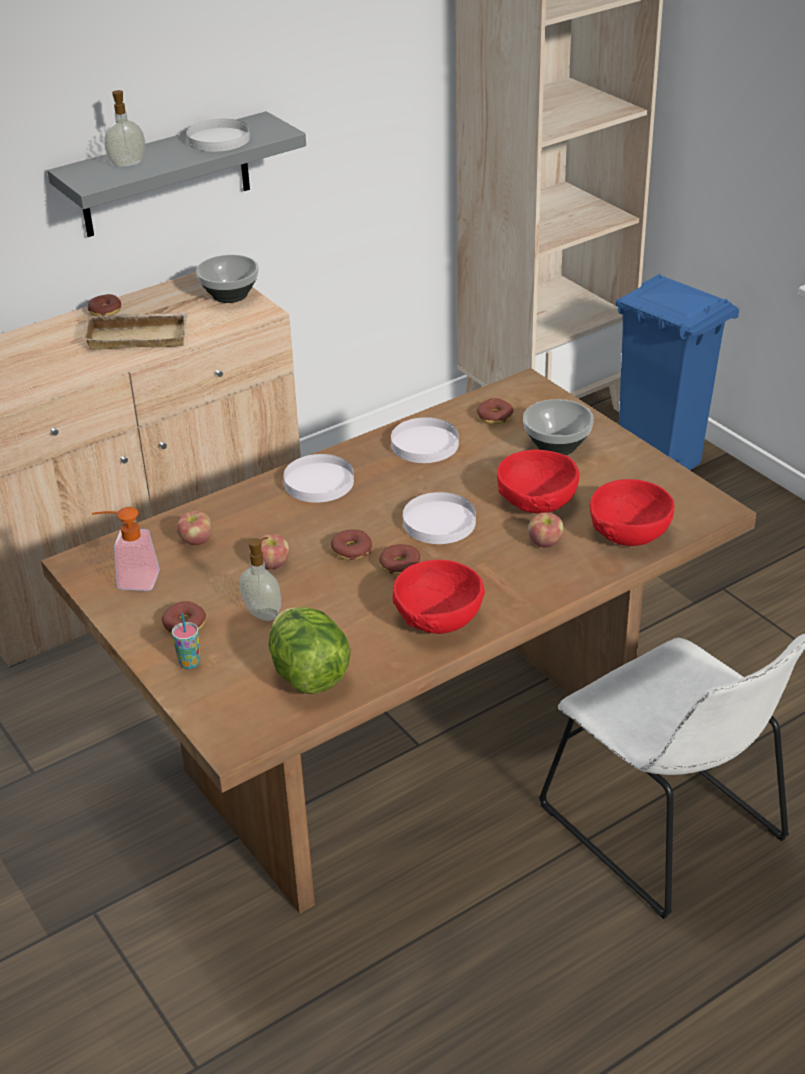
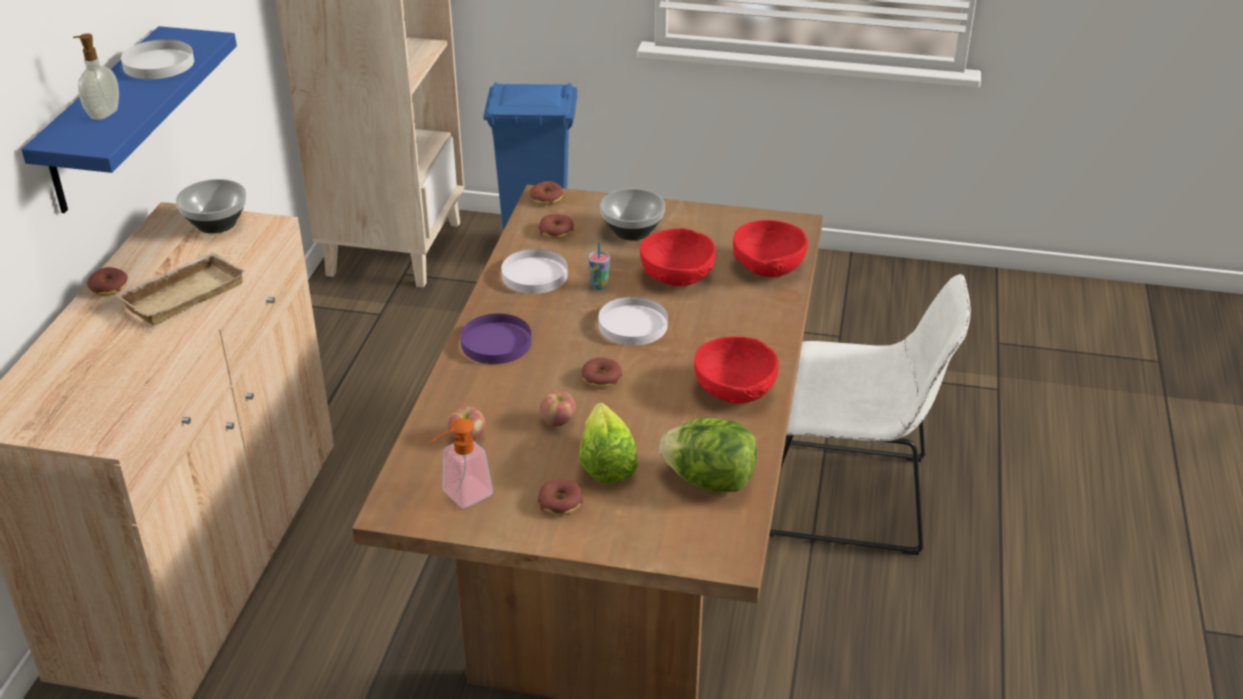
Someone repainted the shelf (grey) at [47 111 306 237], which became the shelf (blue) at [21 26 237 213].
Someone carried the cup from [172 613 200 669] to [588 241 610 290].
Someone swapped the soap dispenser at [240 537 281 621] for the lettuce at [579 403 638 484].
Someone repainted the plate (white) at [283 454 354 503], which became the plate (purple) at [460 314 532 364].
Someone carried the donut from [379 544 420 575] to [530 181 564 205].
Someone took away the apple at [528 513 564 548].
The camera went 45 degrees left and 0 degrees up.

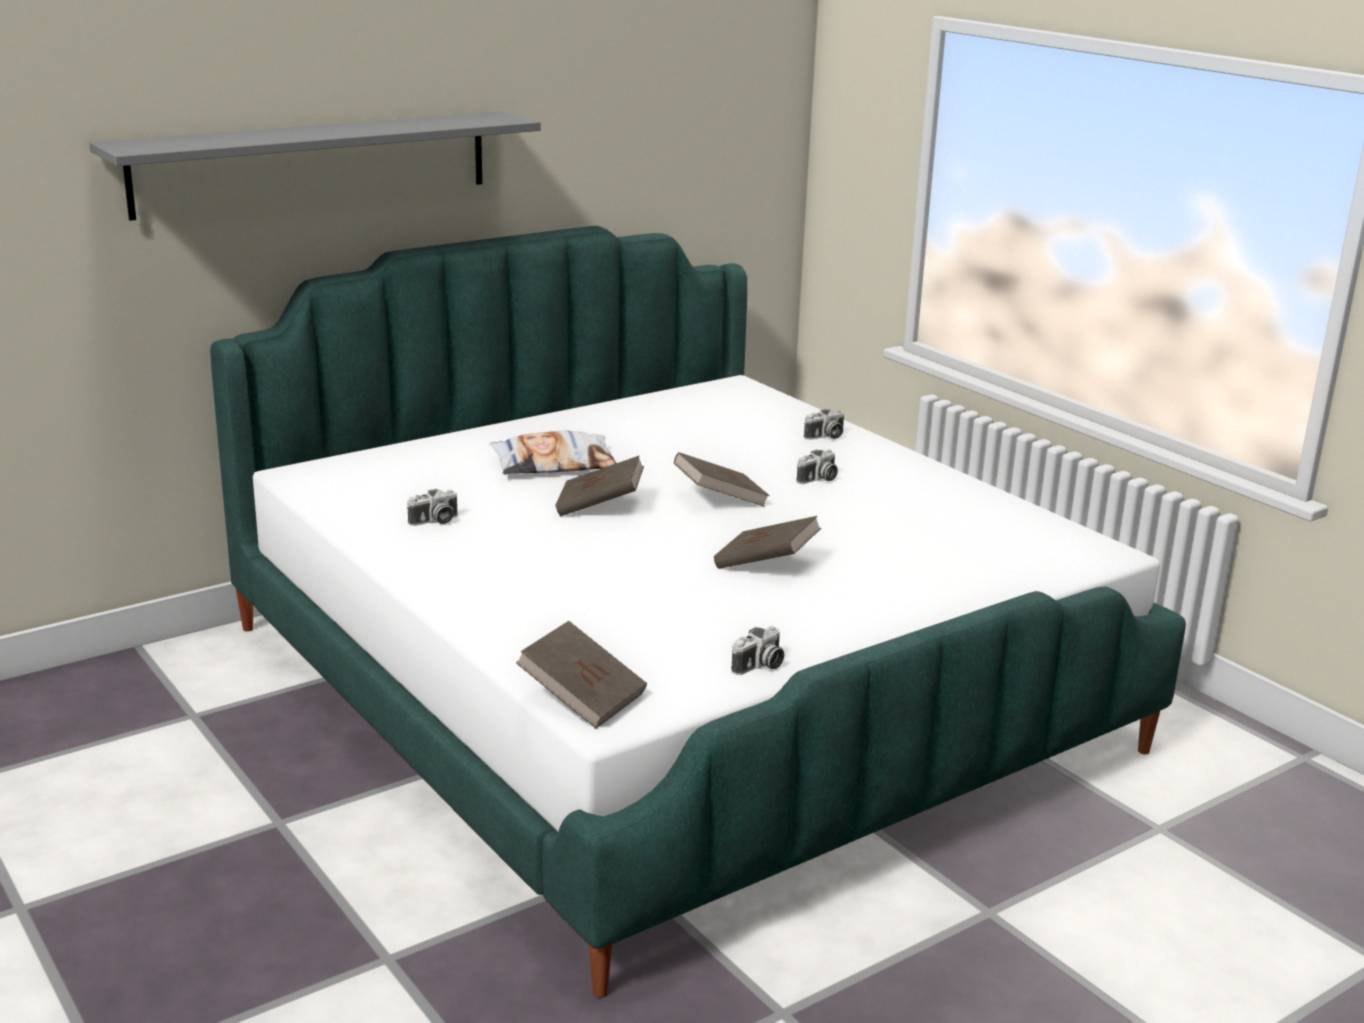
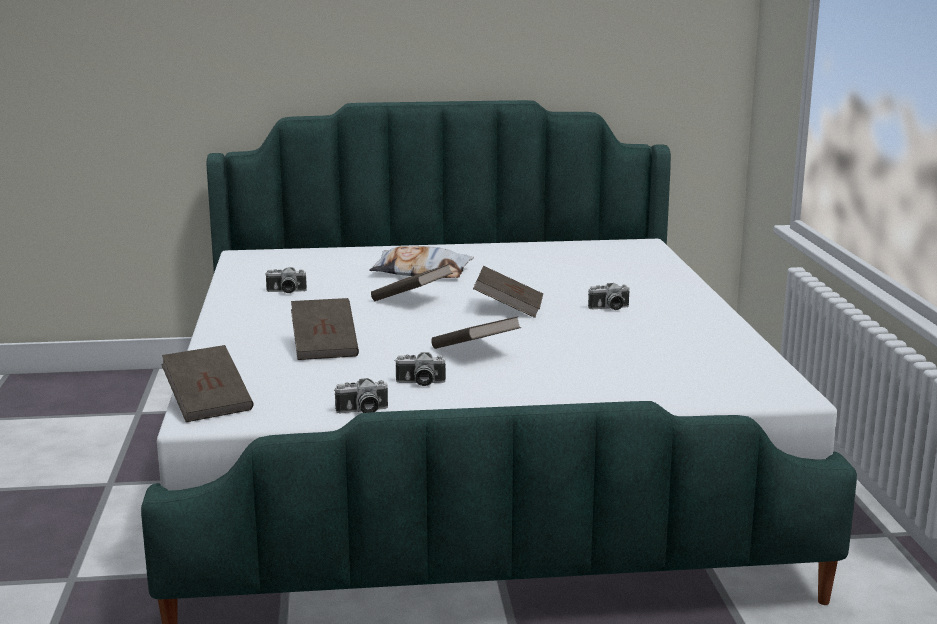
Someone took away the shelf (grey) at [89 111 541 221].
Someone carried the photo camera from [804 409 844 440] to [395 353 446 386].
Someone put down the book (brown) at [291 298 359 360].
The camera went 30 degrees right and 5 degrees down.

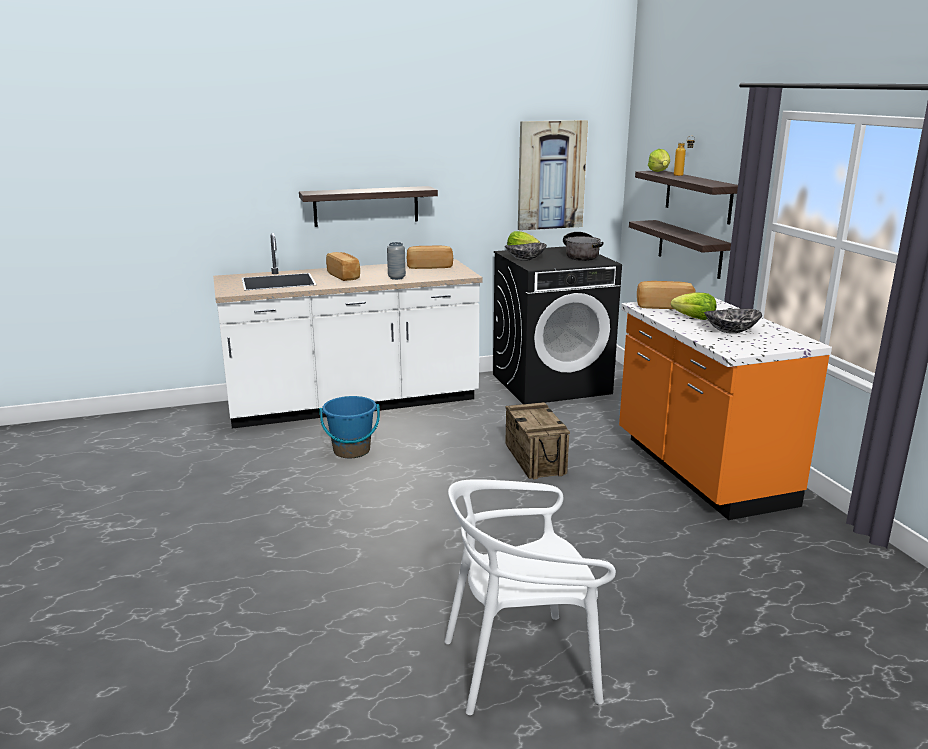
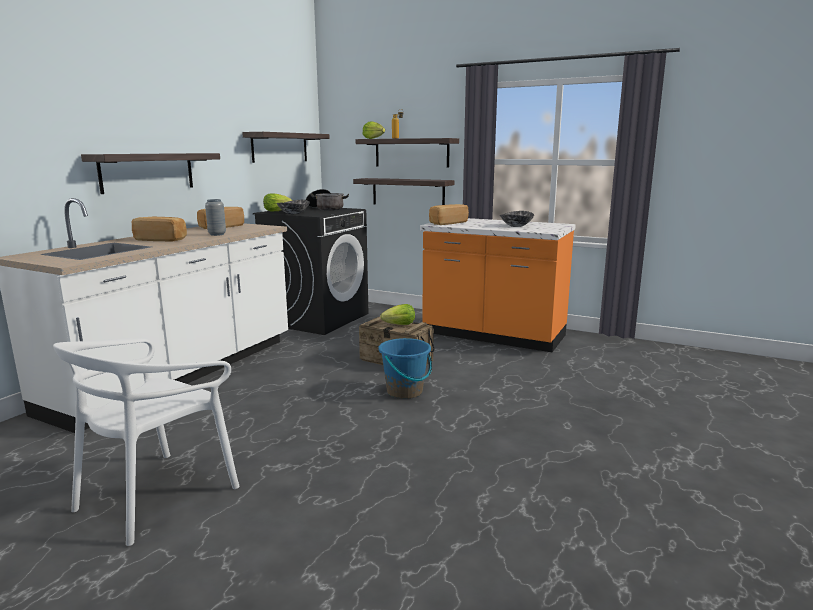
Someone carried the bucket (blue) from [320 396 380 458] to [378 338 432 399].
Someone carried the chair (white) from [444 479 616 715] to [53 338 240 546].
Someone swapped the picture at [518 120 588 231] for the shelf at [242 132 330 163].
Someone carried the lettuce from [671 292 717 320] to [380 304 415 325].
The camera went 45 degrees left and 5 degrees down.

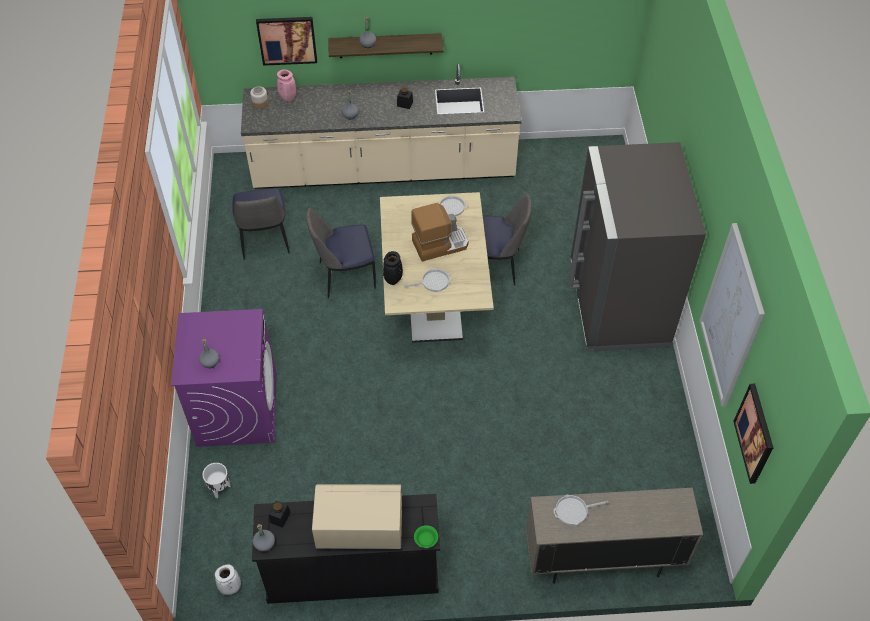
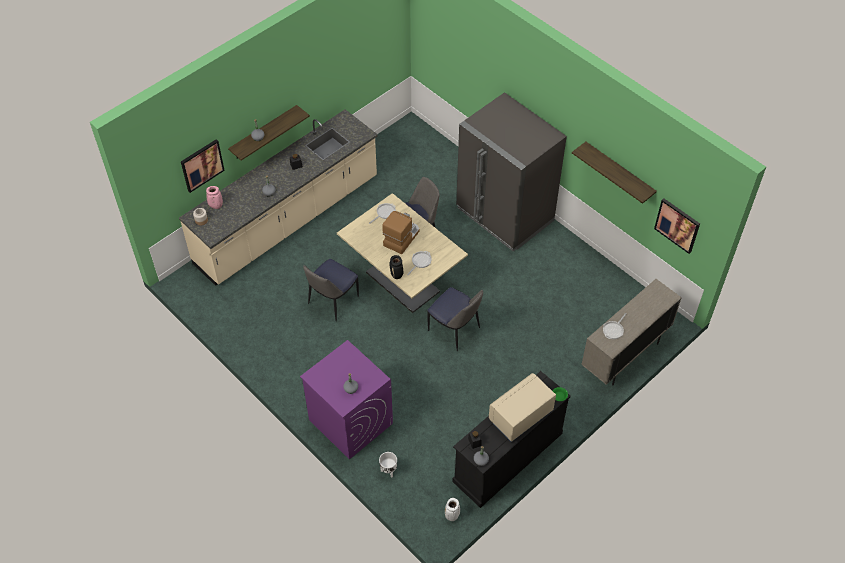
Someone carried the chair from [232 188 290 260] to [428 287 483 351].
Someone swapped the picture at [699 223 765 407] for the shelf at [572 142 657 204].
The camera went 40 degrees left and 0 degrees up.

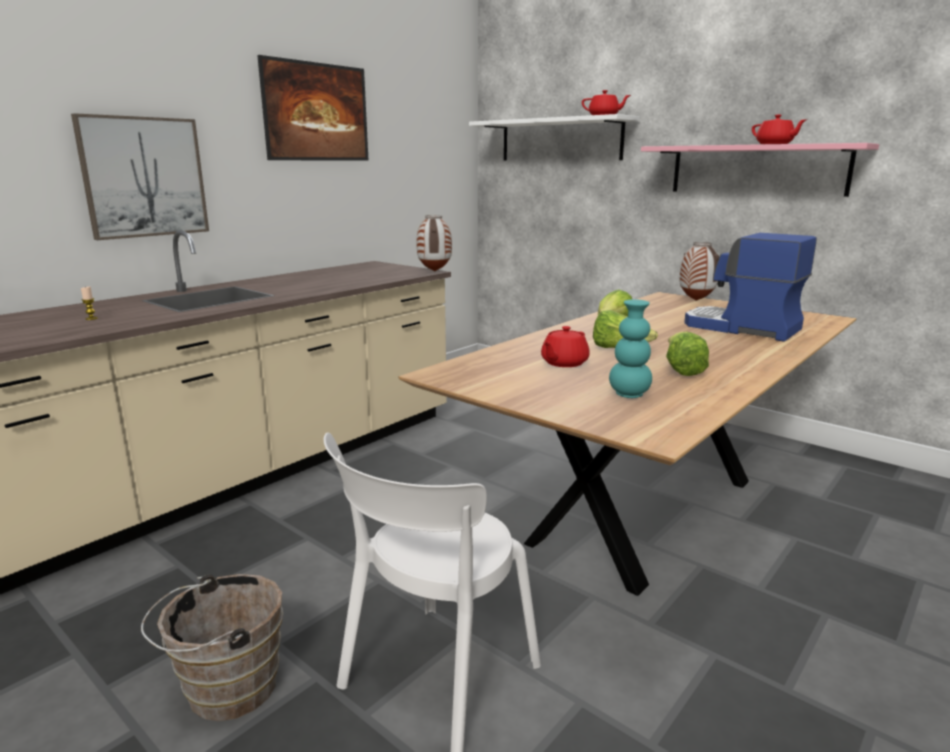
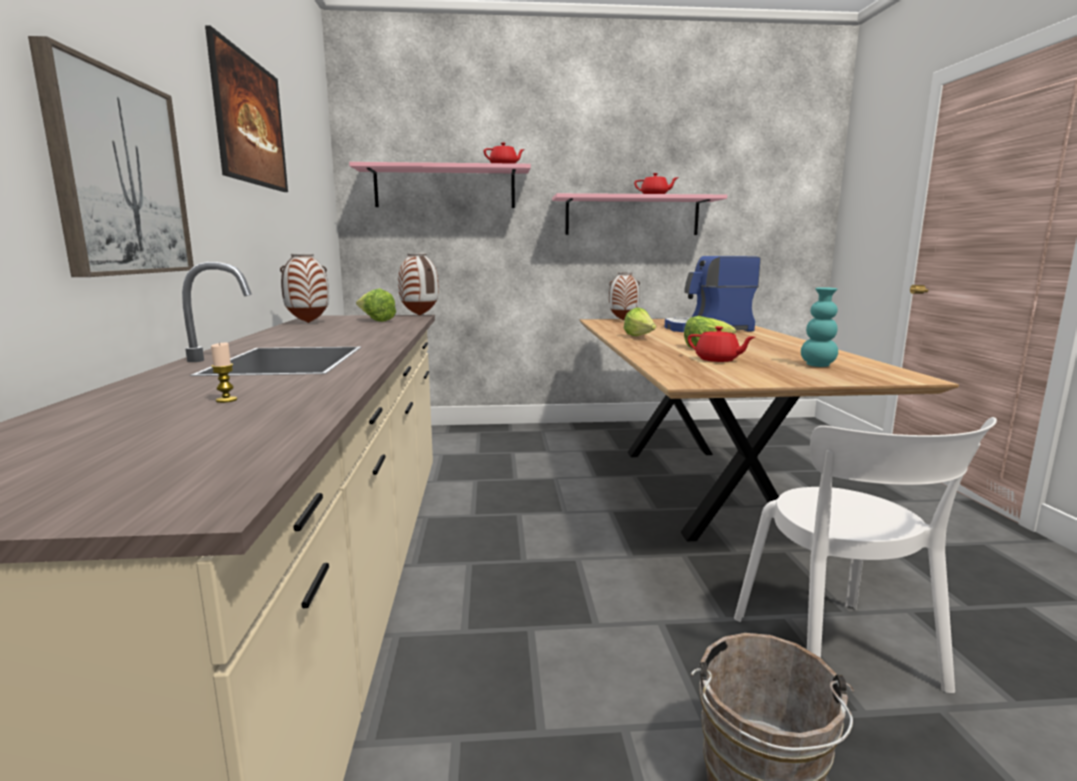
Someone repainted the shelf (white) at [469 114 640 161], which became the shelf (pink) at [349 162 531 208].
Someone rotated the teapot (red) at [541 326 590 367] by 45 degrees counterclockwise.
Someone carried the lettuce from [666 332 709 376] to [356 288 396 322].
Someone put down the vase at [280 254 329 323].
The camera went 45 degrees left and 5 degrees down.

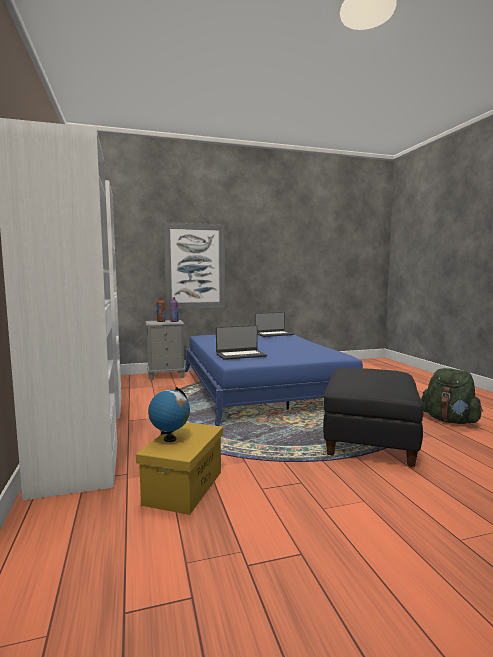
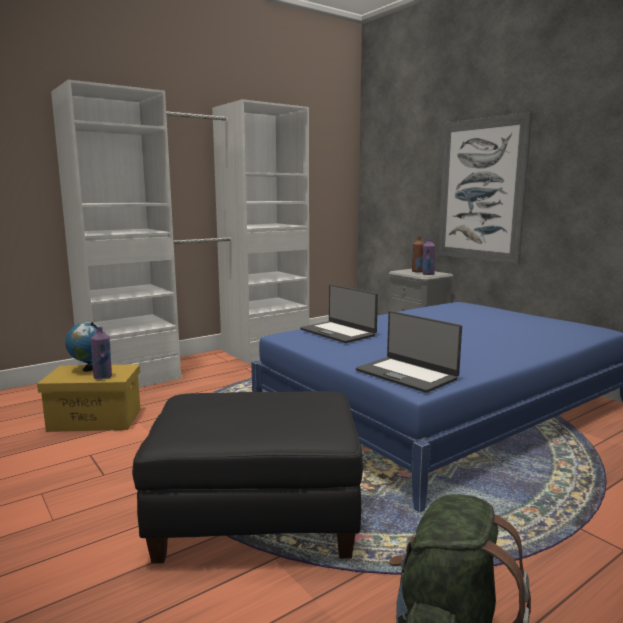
Someone carried the laptop from [255 312 294 337] to [356 311 462 393].
Someone put down the bottle (purple) at [91 327 112 379].
The camera went 70 degrees right and 5 degrees up.

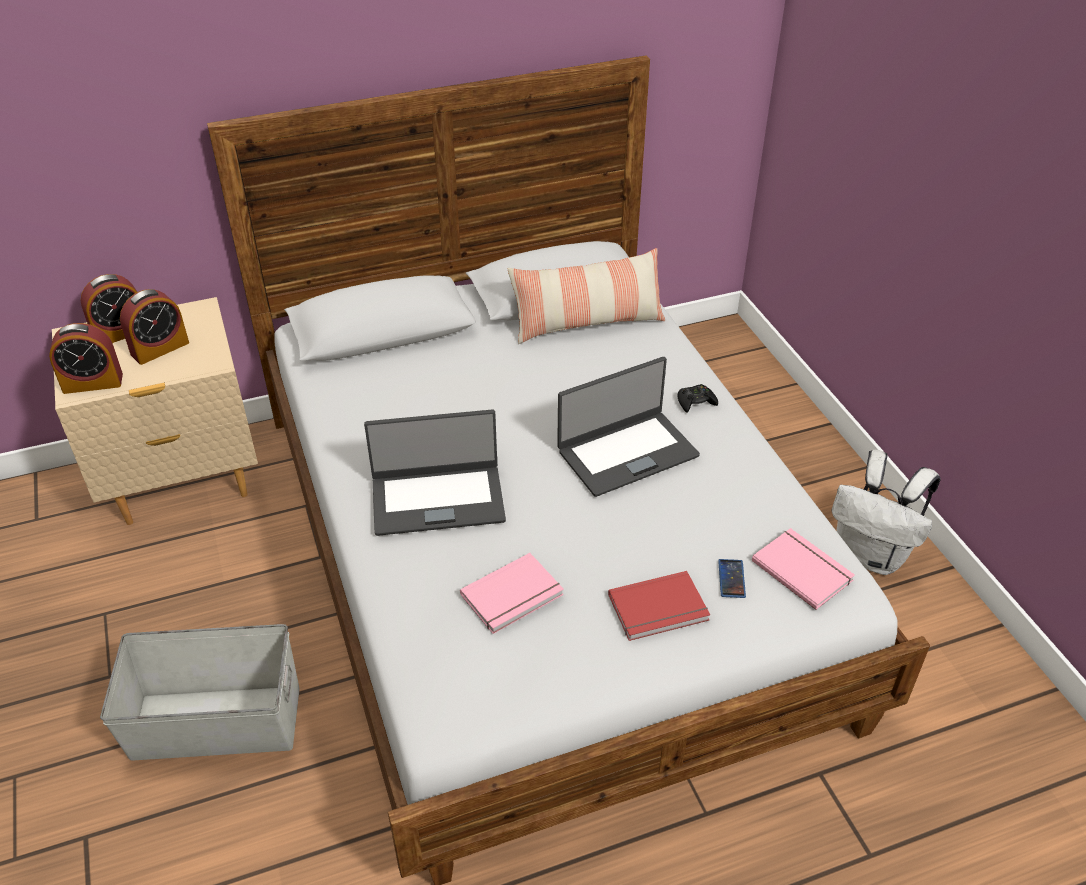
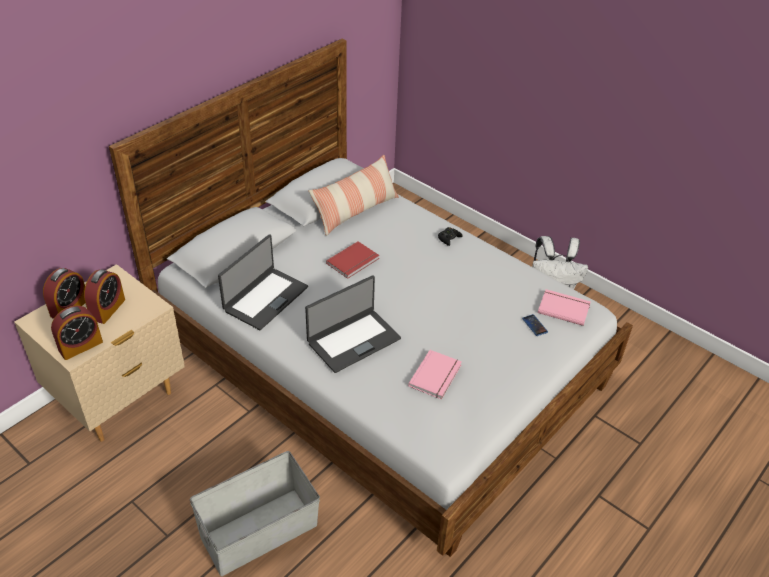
Someone carried the laptop from [557 357 700 497] to [218 234 308 330].
Someone carried the book (red) from [608 571 710 641] to [326 241 379 279].
The camera went 30 degrees left and 0 degrees up.

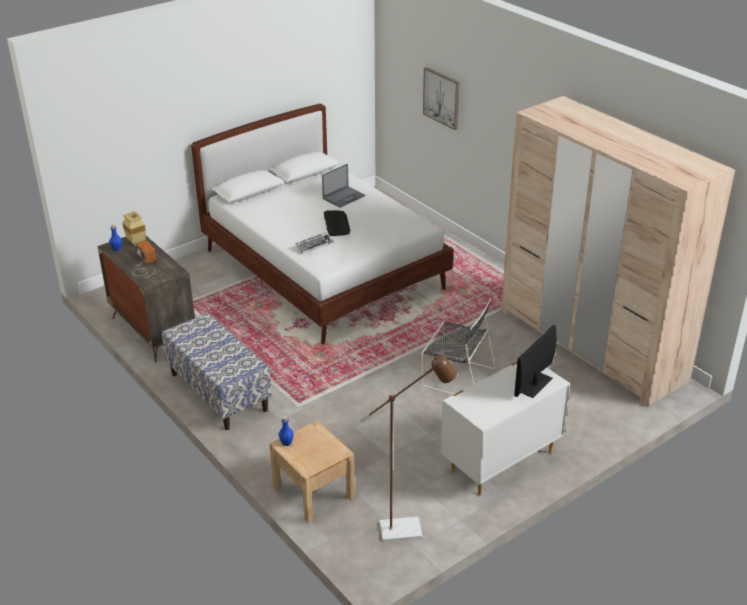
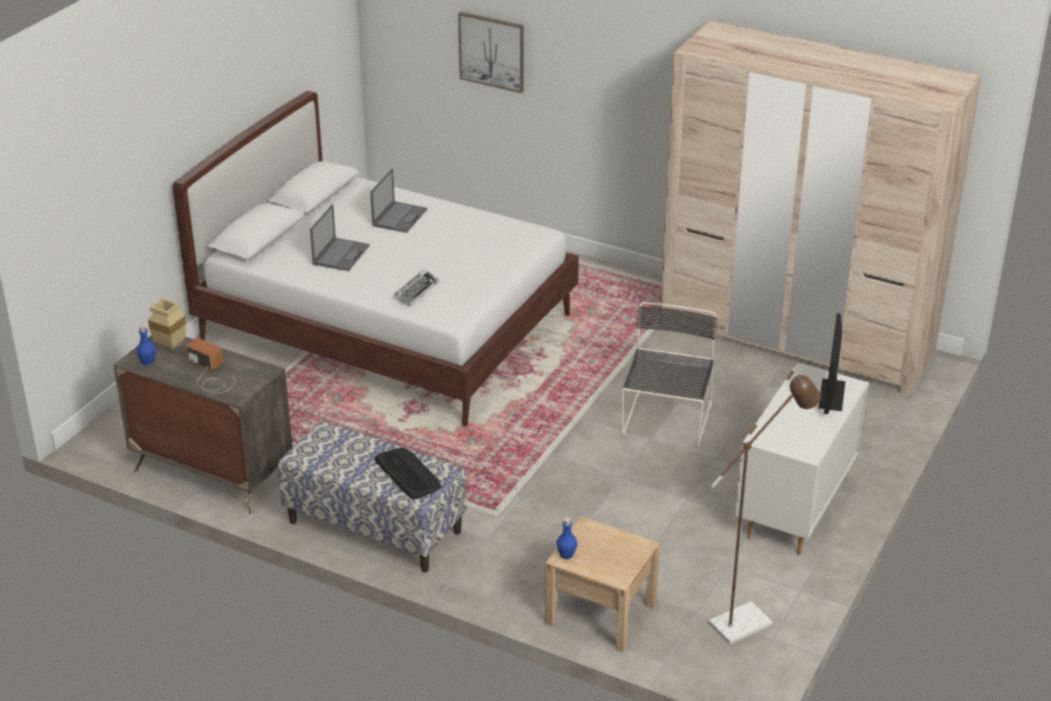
Someone carried the keyboard from [324 210 351 236] to [375 447 442 499].
Someone rotated the chair (black) at [421 298 496 395] by 75 degrees counterclockwise.
Someone put down the laptop at [310 204 370 271].
The camera went 25 degrees left and 0 degrees up.

